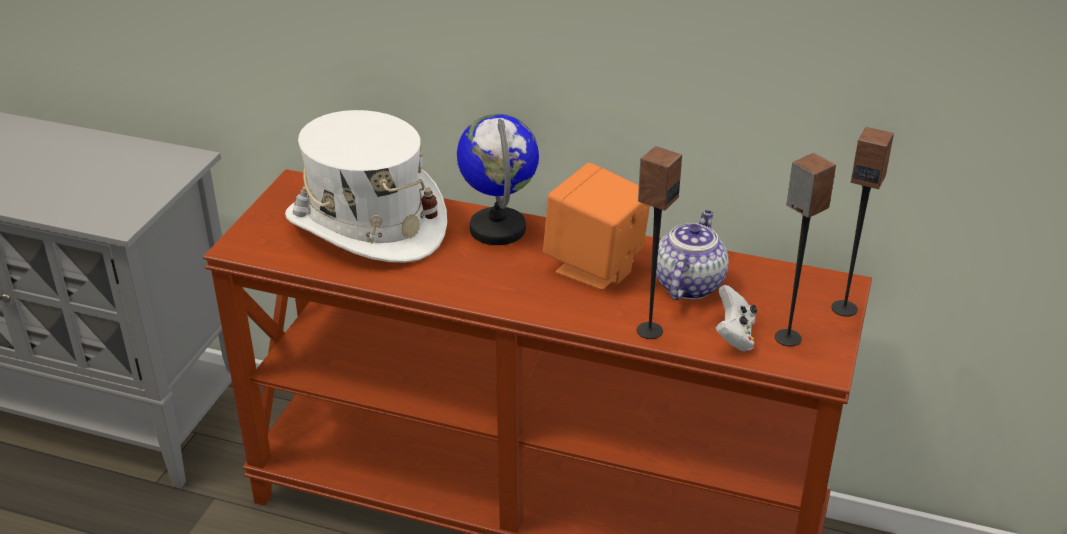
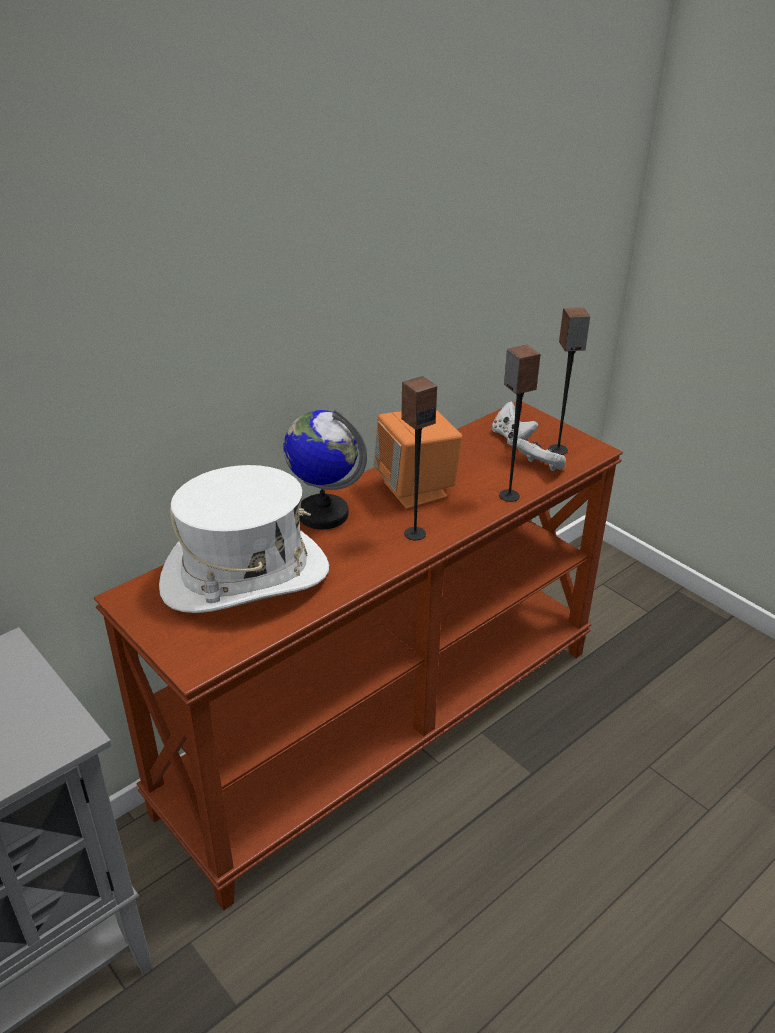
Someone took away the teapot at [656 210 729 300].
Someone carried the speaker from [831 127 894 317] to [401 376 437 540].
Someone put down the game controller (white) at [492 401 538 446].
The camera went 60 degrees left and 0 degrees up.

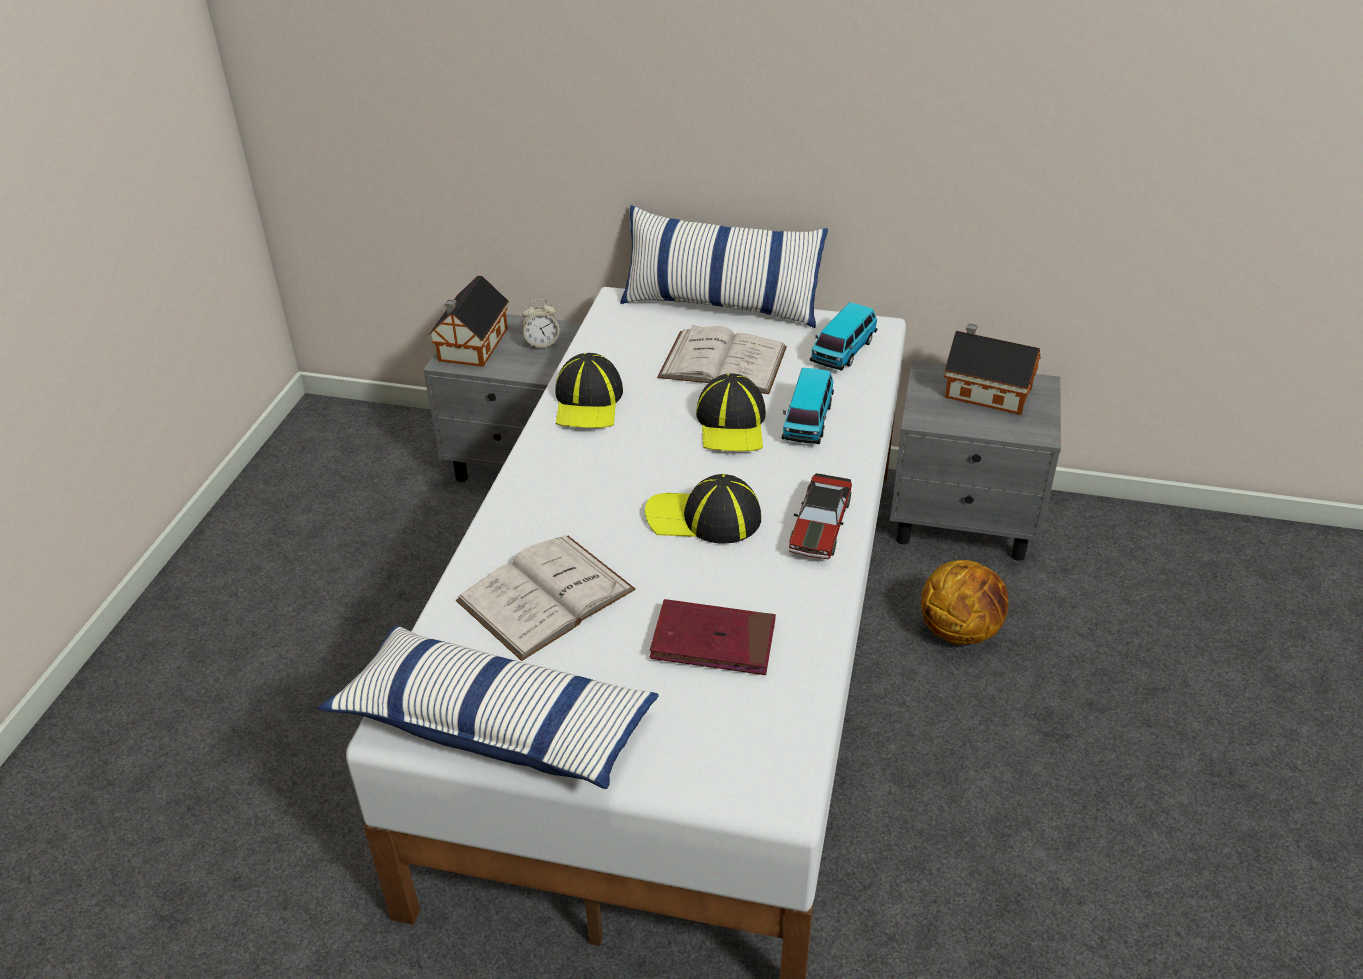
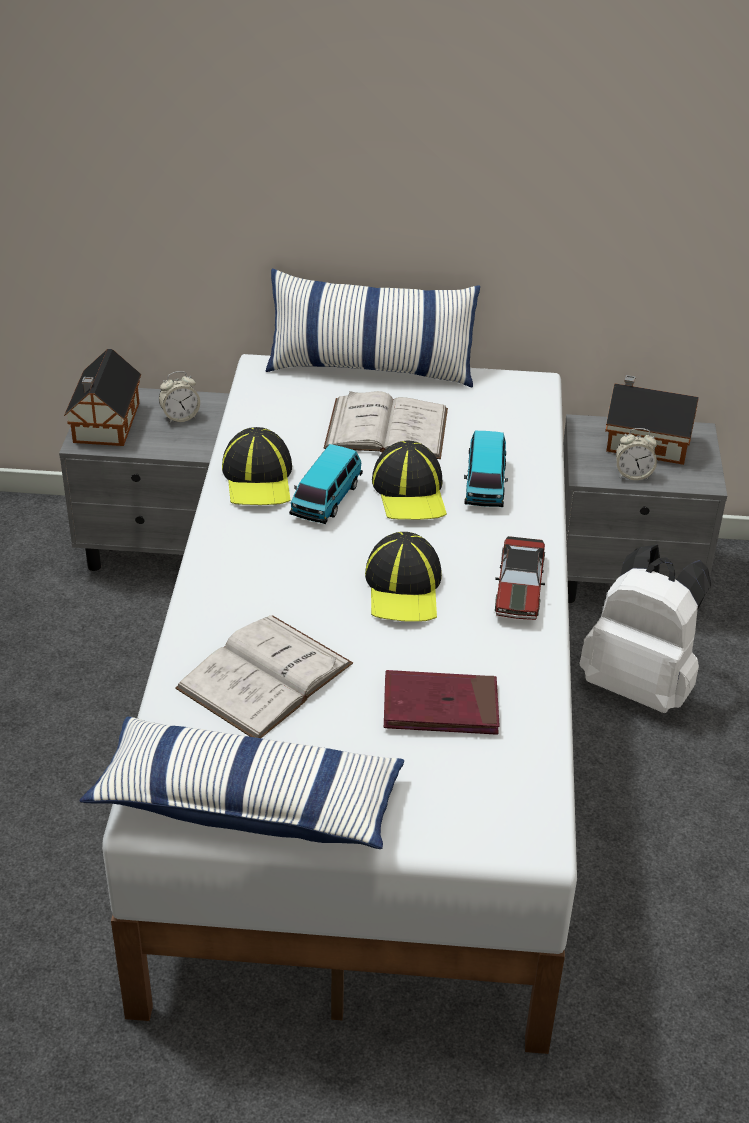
Someone rotated the cap at [645 474 761 544] by 90 degrees counterclockwise.
Someone carried the toy car from [810 302 877 371] to [289 444 363 524].
Someone swapped the basketball at [921 560 1009 645] for the backpack (white) at [580 544 711 713].
Someone put down the alarm clock at [616 428 658 480].
The camera went 10 degrees left and 0 degrees up.

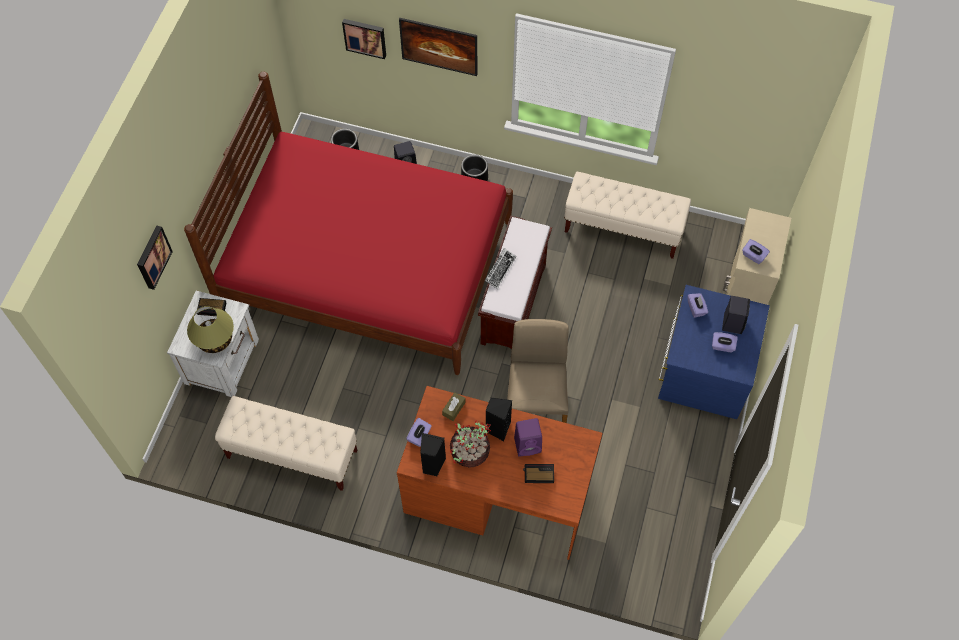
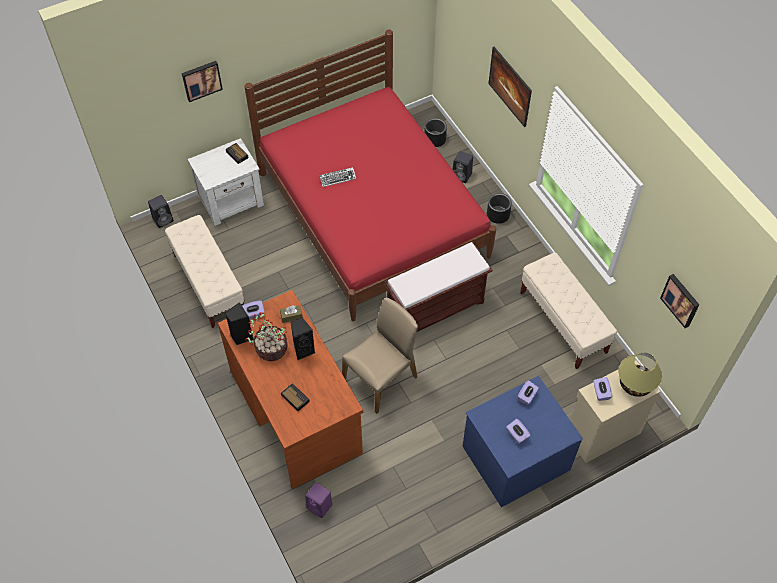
Someone carried the table lamp from [187 306 234 353] to [619 352 662 397].
Someone carried the picture from [342 19 386 59] to [660 274 699 328].
Someone carried the keyboard from [485 248 516 289] to [319 167 356 187].
Someone carried the speaker (purple) from [514 418 542 457] to [305 482 333 518].
Someone carried the speaker (black) from [722 296 750 334] to [148 195 174 228].
The camera went 45 degrees right and 5 degrees down.

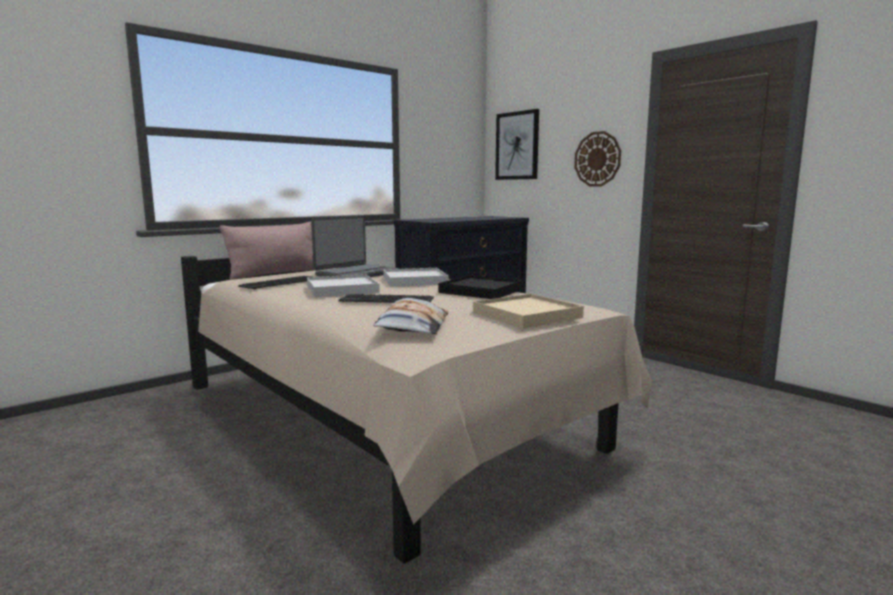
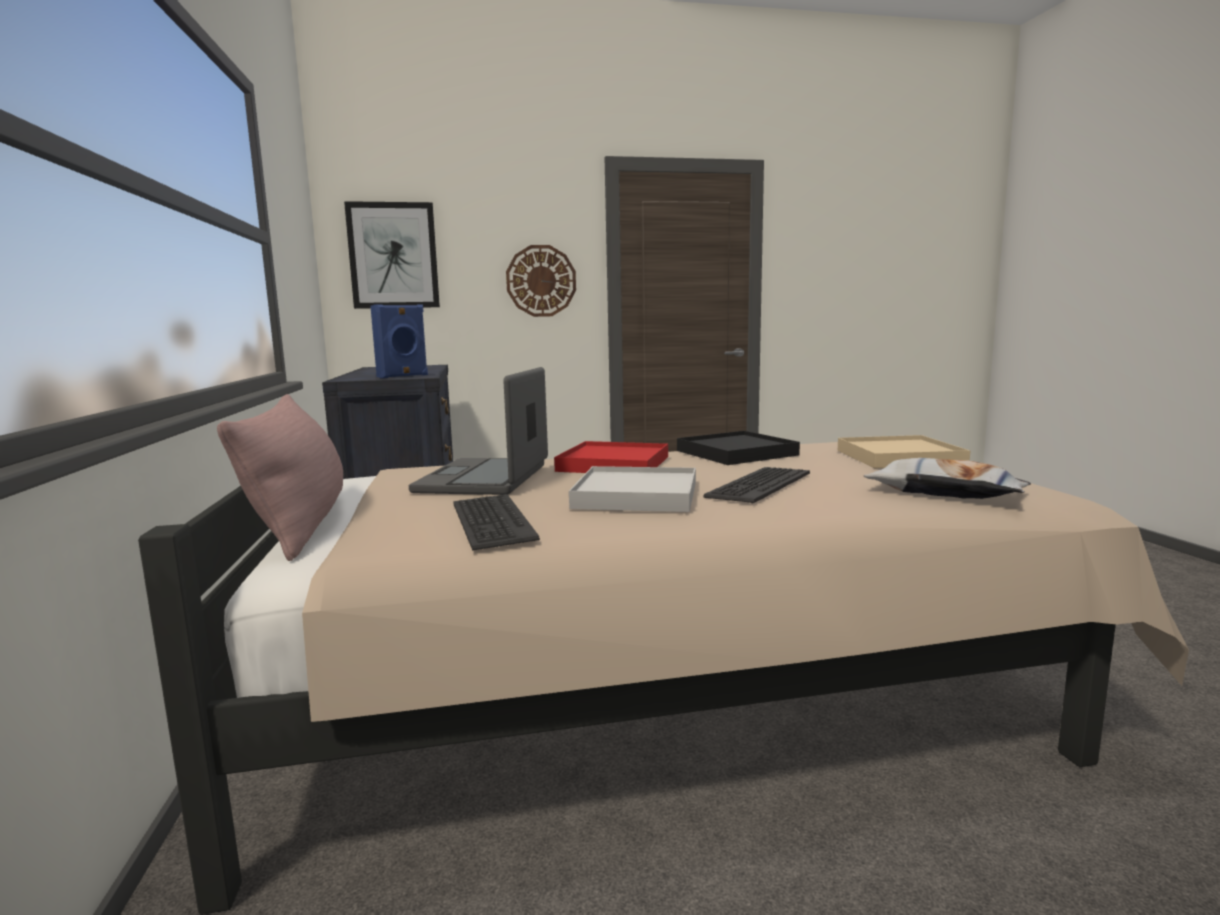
Someone rotated the laptop at [311 216 399 277] by 150 degrees counterclockwise.
Someone repainted the tray (white) at [383 268 449 287], which became the tray (red) at [554 441 668 473].
Someone put down the speaker (blue) at [370 304 428 378].
The camera went 60 degrees left and 0 degrees up.

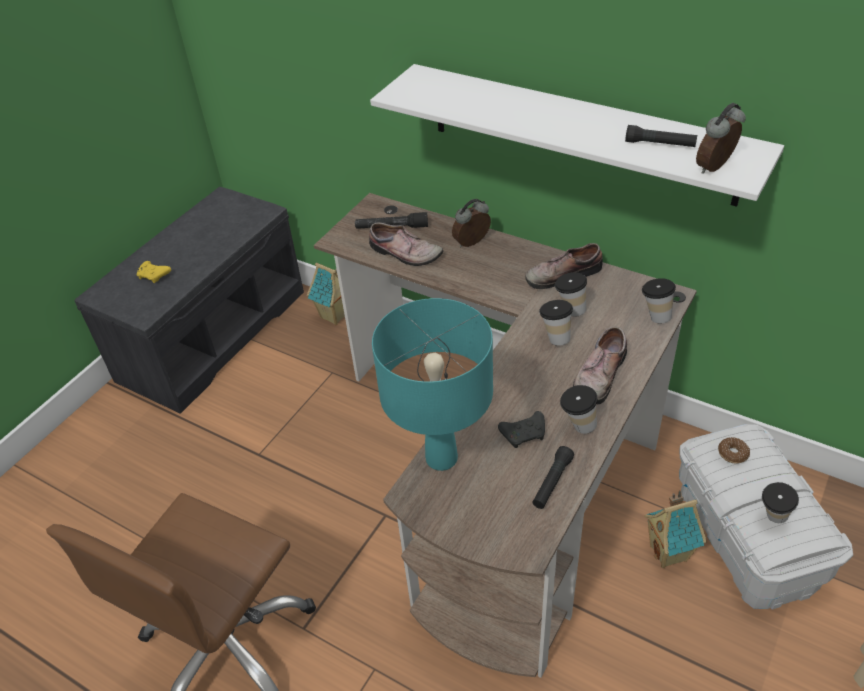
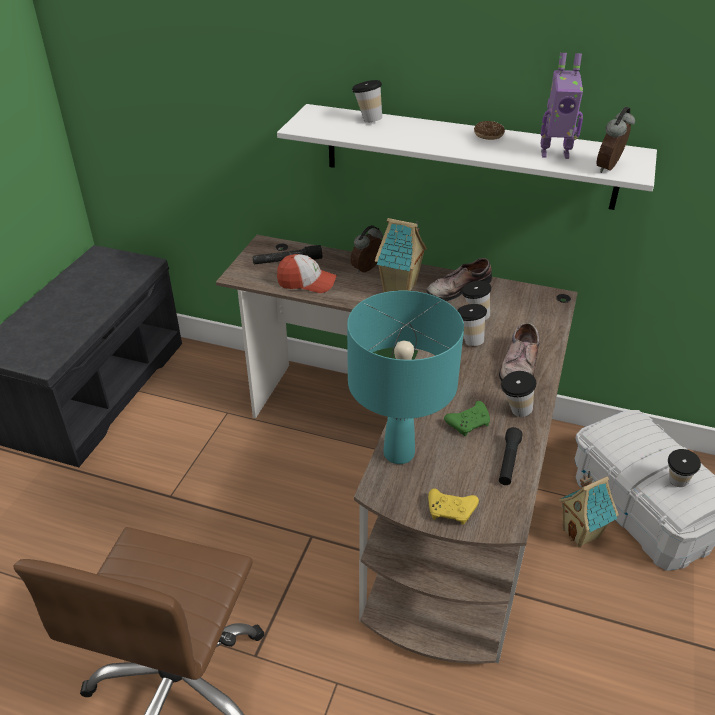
Someone carried the game controller (yellow) from [137 261 171 283] to [428 488 479 525].
Someone carried the toy house from [307 263 345 325] to [375 218 427 292].
Someone swapped the shoe at [369 223 443 266] for the cap at [277 254 337 293].
Someone repainted the game controller (black) at [498 411 545 448], which became the game controller (green) at [444 401 490 436].
Someone swapped the flashlight (black) at [625 125 697 147] for the toy robot at [540 53 583 159].
Someone carried the cup from [642 278 676 323] to [352 80 382 123].
Someone carried the donut from [718 437 750 464] to [474 121 505 140].
The camera went 15 degrees left and 5 degrees down.

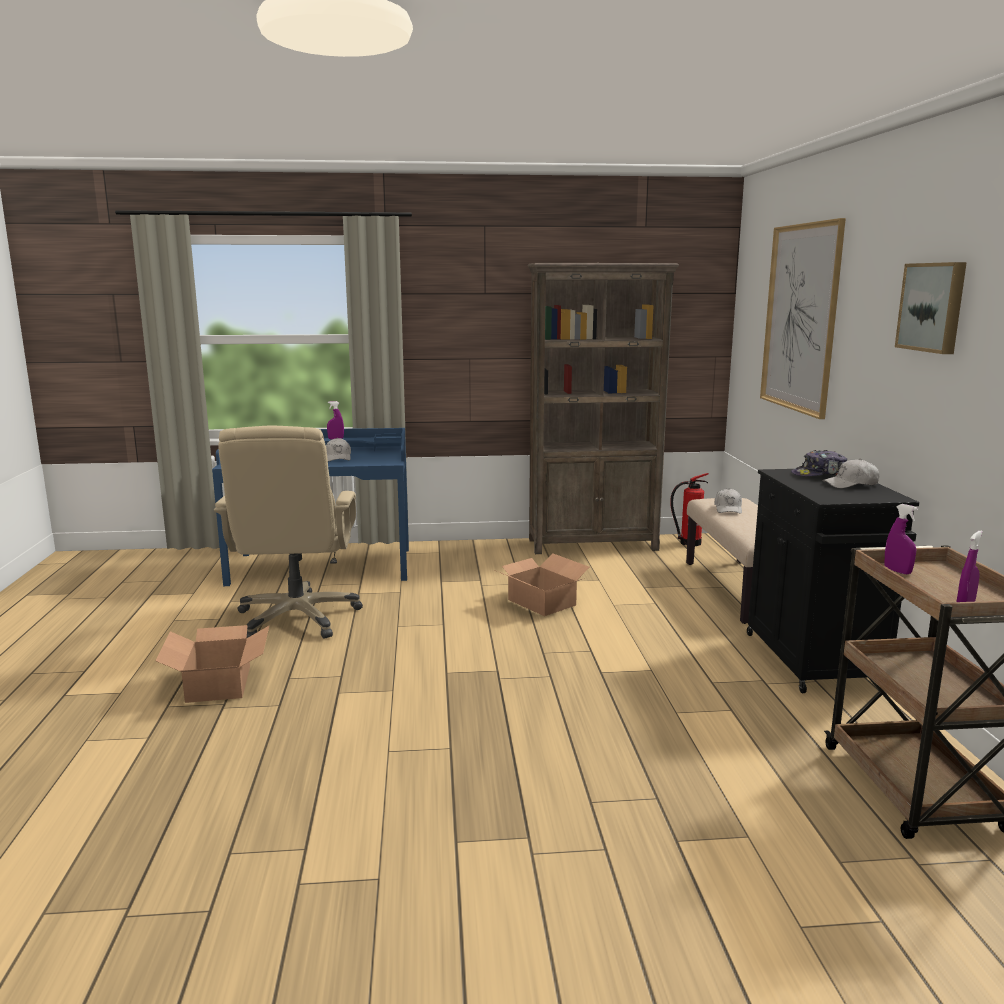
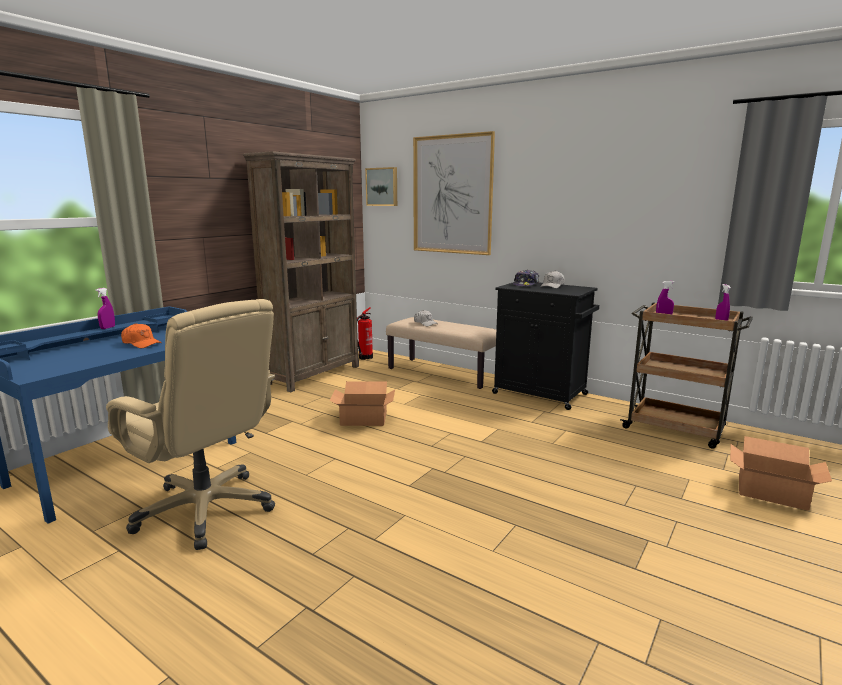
Someone carried the cardboard box from [156 625 269 703] to [730 436 832 511].
Someone repainted the cap (white) at [326 438 351 462], which became the cap (orange) at [121 323 162 348].
Someone carried the picture from [895 262 967 354] to [365 167 397 206].
The camera went 50 degrees left and 0 degrees up.

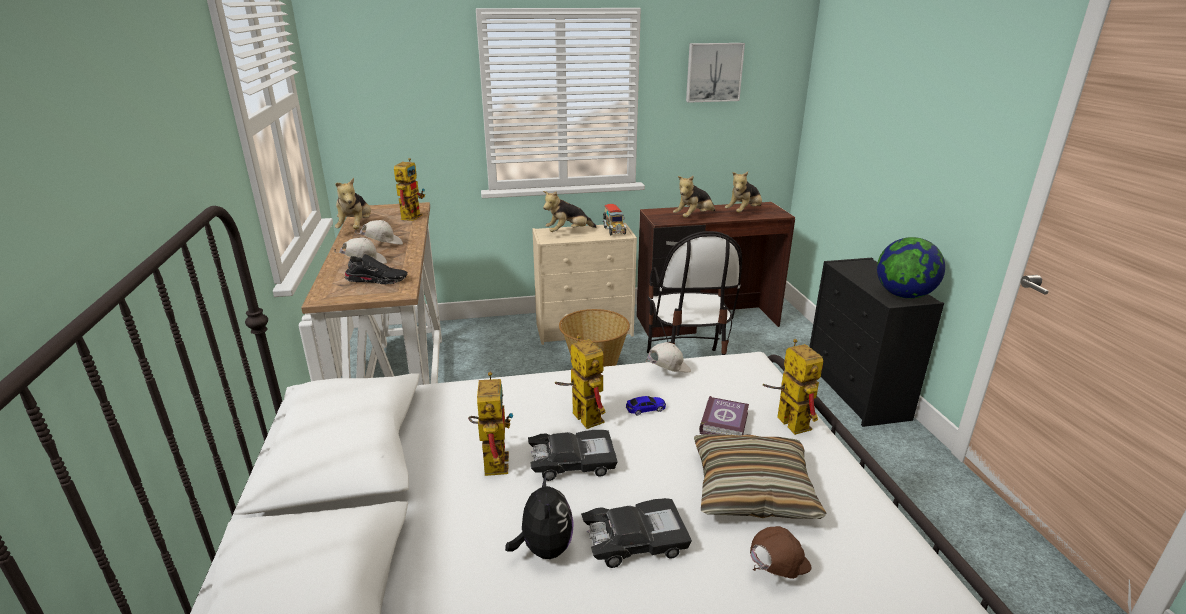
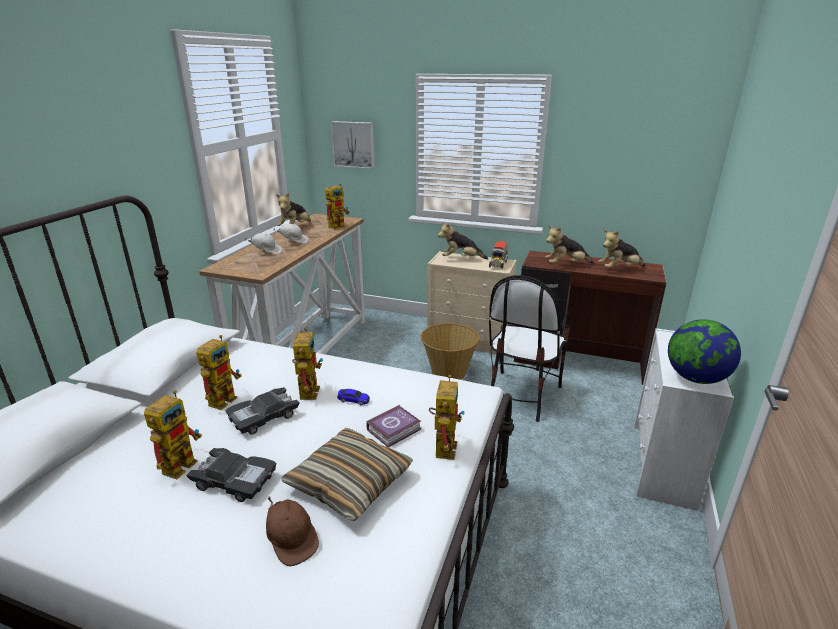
Someone took away the shoe (black) at [344 254 408 285].
Someone swapped the plush toy at [505 473 574 559] for the toy robot at [144 390 202 479].
Someone rotated the toy car (black) at [528 430 618 481] by 120 degrees clockwise.
Someone took away the cap (white) at [645 342 691 373].
Someone carried the picture from [686 43 745 103] to [331 121 375 169].
Someone rotated the cap (brown) at [750 526 812 579] by 60 degrees clockwise.
Someone repainted the dresser (black) at [809 258 944 427], which became the dresser (white) at [634 328 734 511].
The camera went 30 degrees right and 0 degrees up.

